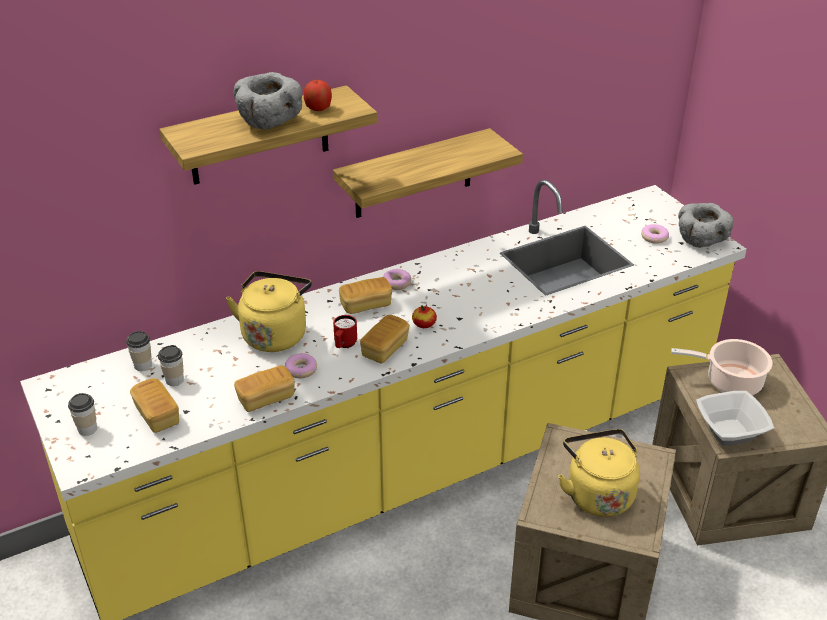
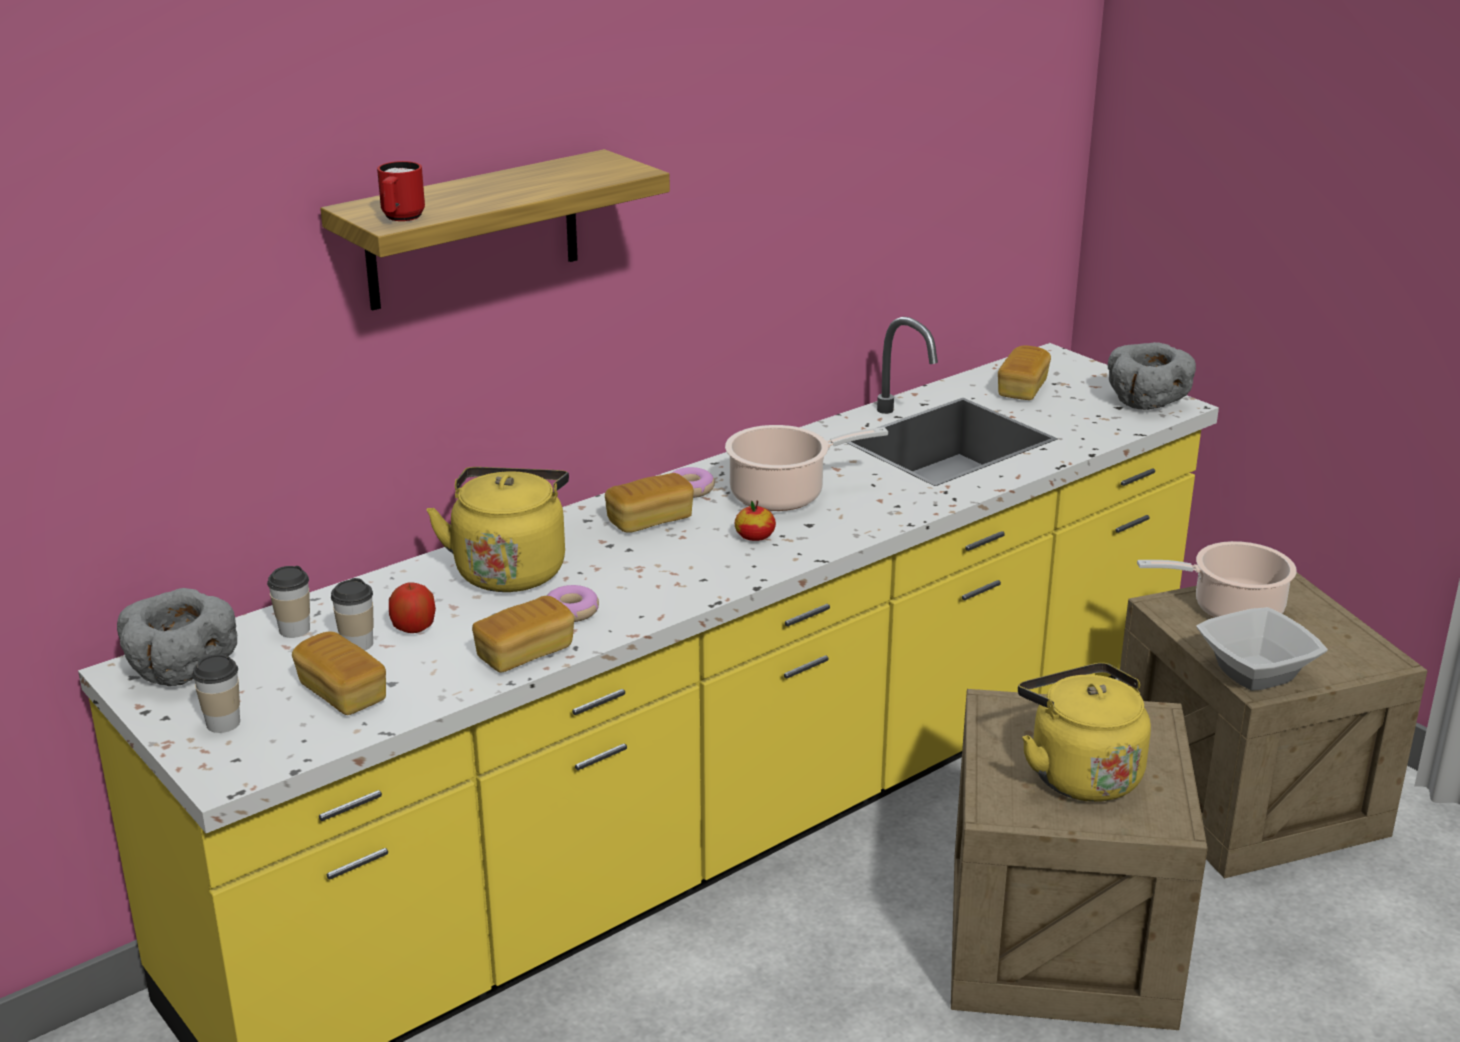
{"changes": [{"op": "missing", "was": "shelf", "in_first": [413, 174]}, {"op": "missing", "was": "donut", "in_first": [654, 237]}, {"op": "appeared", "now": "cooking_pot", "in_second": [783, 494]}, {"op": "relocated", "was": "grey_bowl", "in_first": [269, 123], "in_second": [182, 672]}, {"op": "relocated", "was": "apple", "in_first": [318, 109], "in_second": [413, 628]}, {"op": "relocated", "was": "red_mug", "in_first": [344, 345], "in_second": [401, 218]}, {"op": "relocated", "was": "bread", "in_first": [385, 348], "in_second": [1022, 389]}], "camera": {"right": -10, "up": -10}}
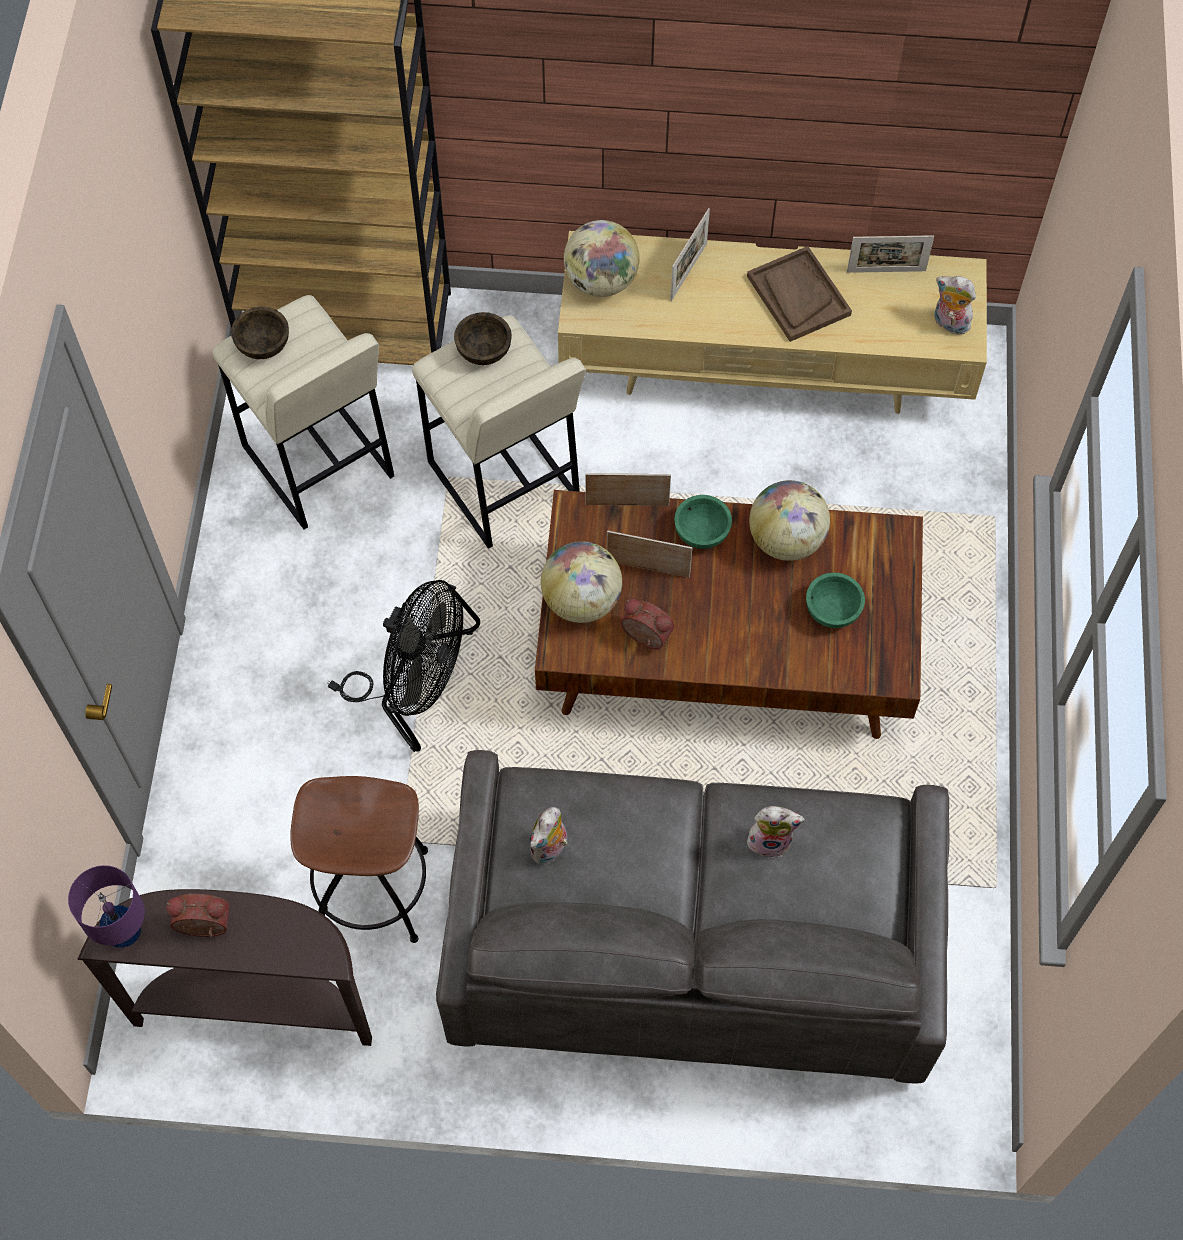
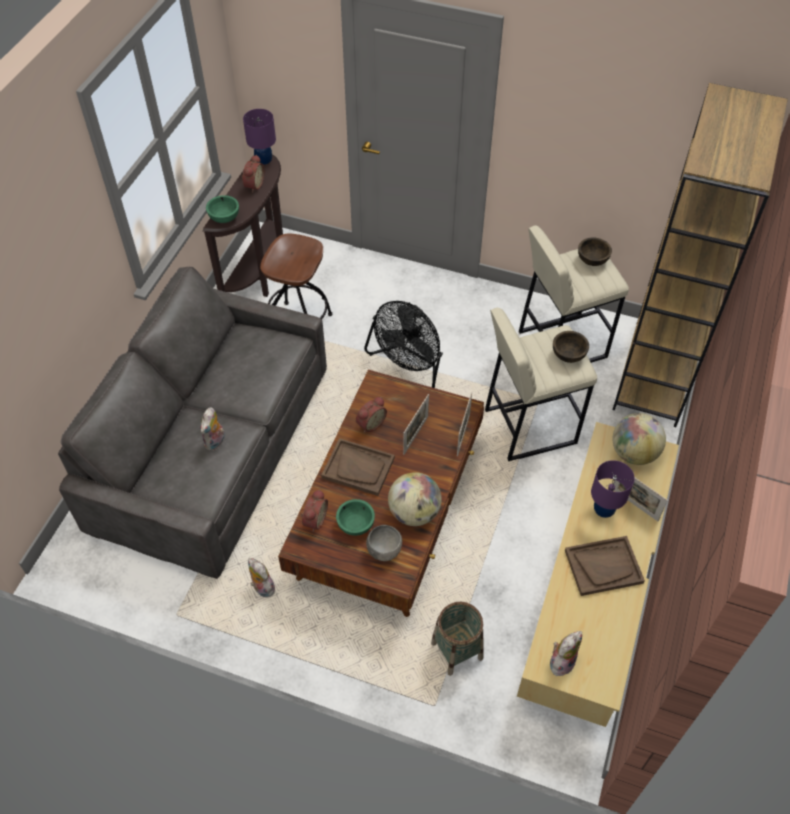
{"changes": [{"op": "missing", "was": "globe", "in_first": [581, 600]}, {"op": "missing", "was": "picture_frame", "in_first": [886, 271]}, {"op": "appeared", "now": "alarm_clock", "in_second": [314, 519]}, {"op": "appeared", "now": "brown_tray", "in_second": [358, 468]}, {"op": "appeared", "now": "grey_bowl", "in_second": [384, 551]}, {"op": "appeared", "now": "basket", "in_second": [456, 651]}, {"op": "appeared", "now": "purple_table_lamp", "in_second": [604, 511]}, {"op": "relocated", "was": "plush_toy", "in_first": [550, 849], "in_second": [262, 588]}, {"op": "relocated", "was": "green_bowl", "in_first": [702, 532], "in_second": [224, 217]}], "camera": {"right": 105, "up": -10}}
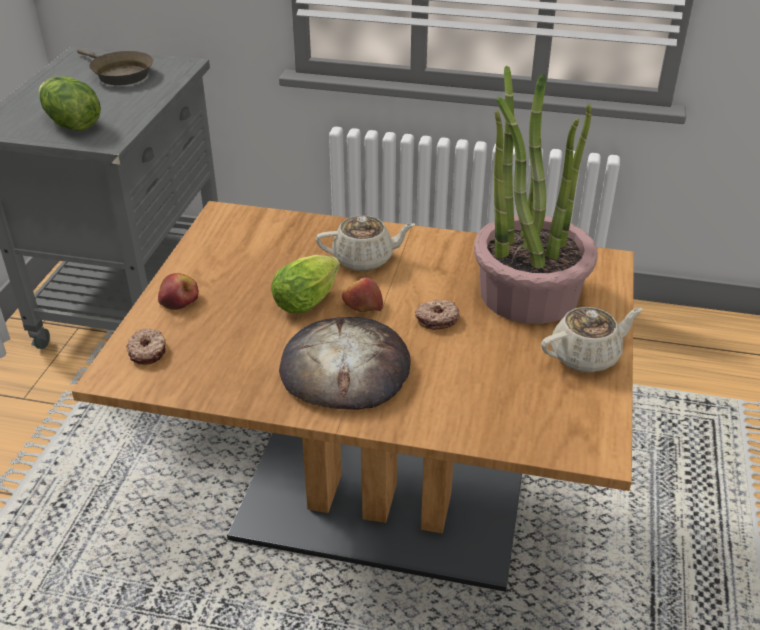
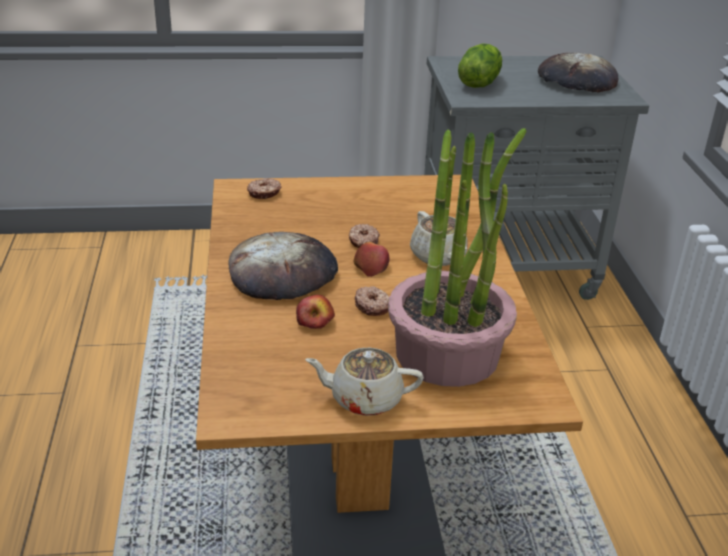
{"changes": [{"op": "relocated", "was": "apple", "in_first": [179, 300], "in_second": [315, 321]}, {"op": "exchanged", "was": "brown_frying_pan", "now": "bread", "in_first": [119, 74], "in_second": [576, 80]}, {"op": "exchanged", "was": "lettuce", "now": "donut", "in_first": [309, 299], "in_second": [363, 242]}, {"op": "spun", "was": "beige_teapot", "in_first": [586, 356], "in_second": [364, 399], "clockwise": 135}], "camera": {"right": 70, "up": -5}}
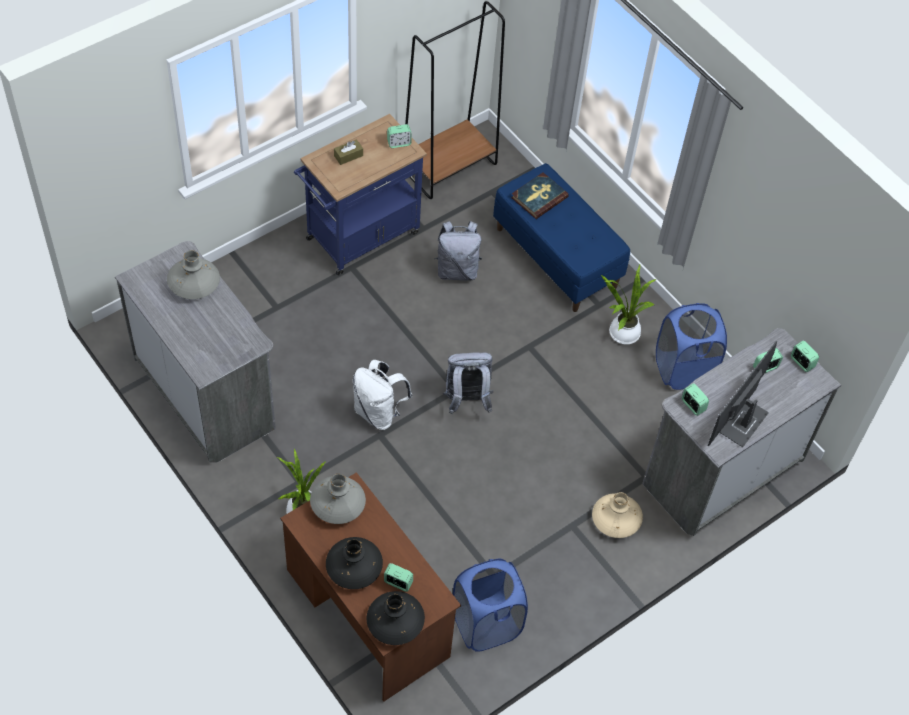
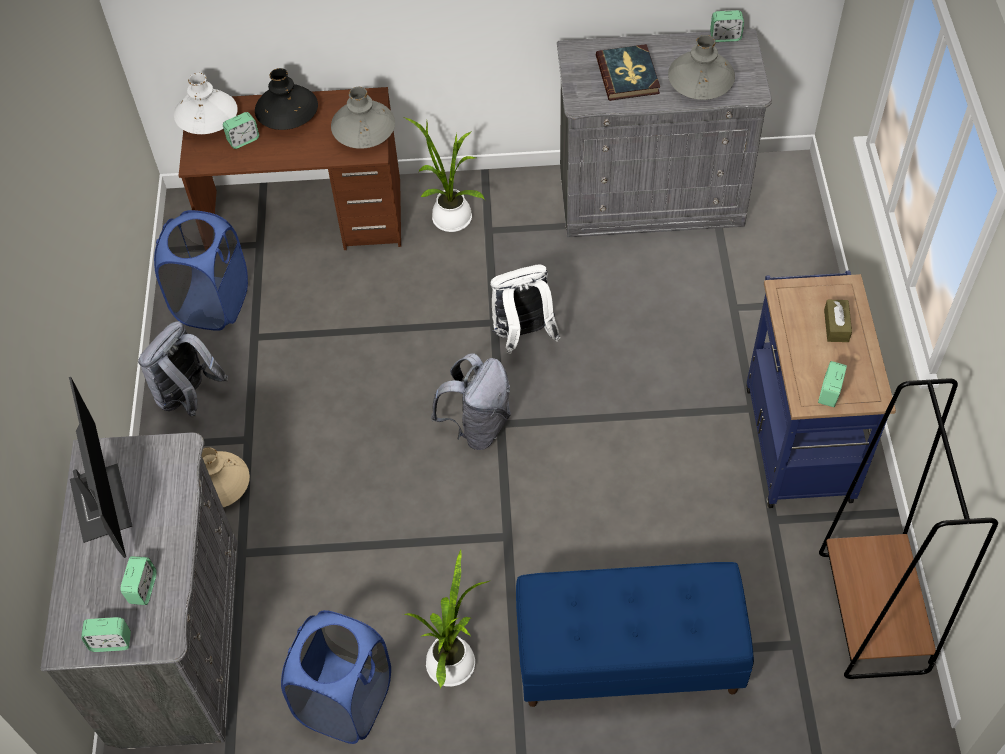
{"changes": [{"op": "relocated", "was": "grey_backpack", "in_first": [457, 270], "in_second": [189, 397]}, {"op": "relocated", "was": "book", "in_first": [539, 197], "in_second": [628, 75]}, {"op": "relocated", "was": "alarm_clock", "in_first": [693, 405], "in_second": [725, 37]}, {"op": "colour", "was": "black_vase", "now": "white_vase", "in_first": [395, 622], "in_second": [208, 120]}], "camera": {"right": 130, "up": 0}}
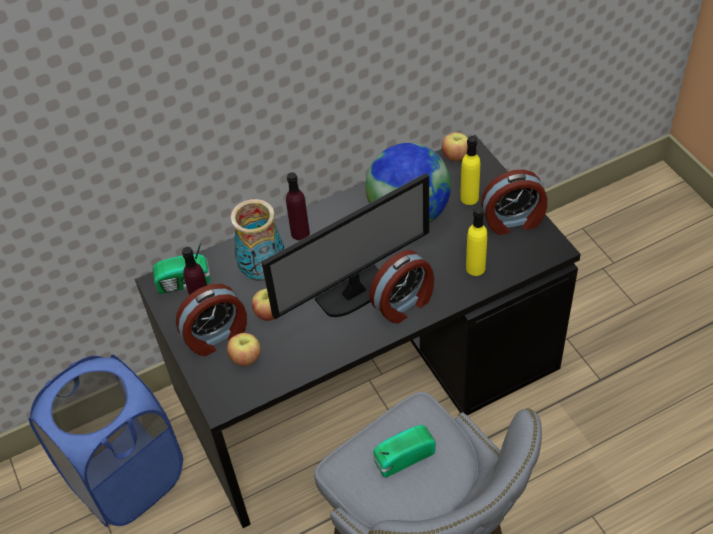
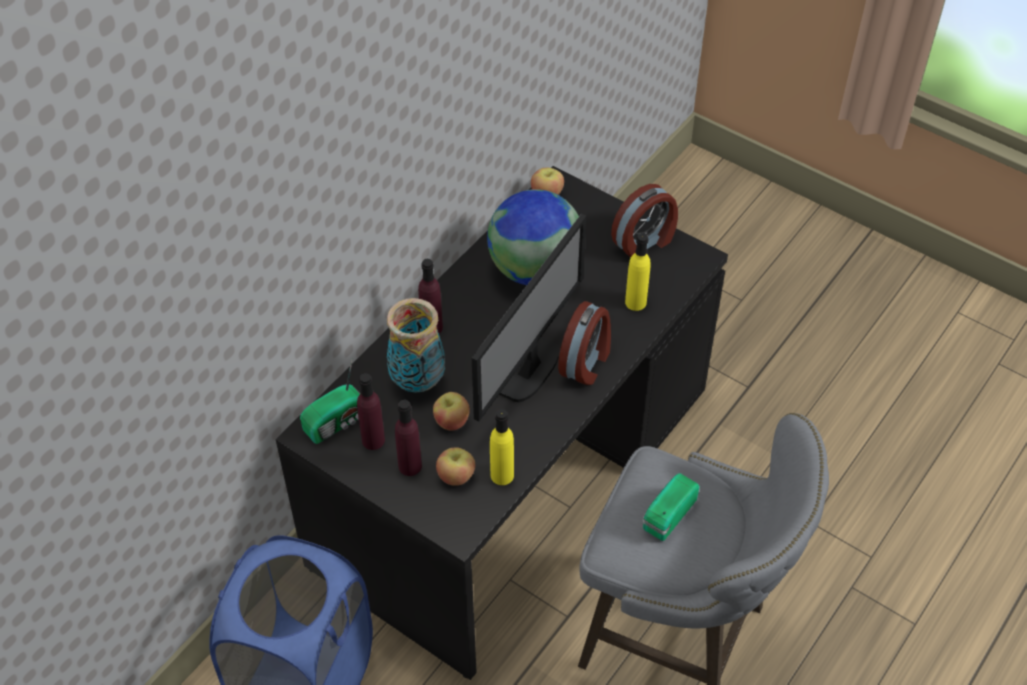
{"changes": [{"op": "relocated", "was": "yellow_bottle", "in_first": [469, 198], "in_second": [502, 475]}, {"op": "exchanged", "was": "alarm_clock", "now": "purple_bottle", "in_first": [217, 336], "in_second": [410, 466]}], "camera": {"right": -30, "up": 0}}
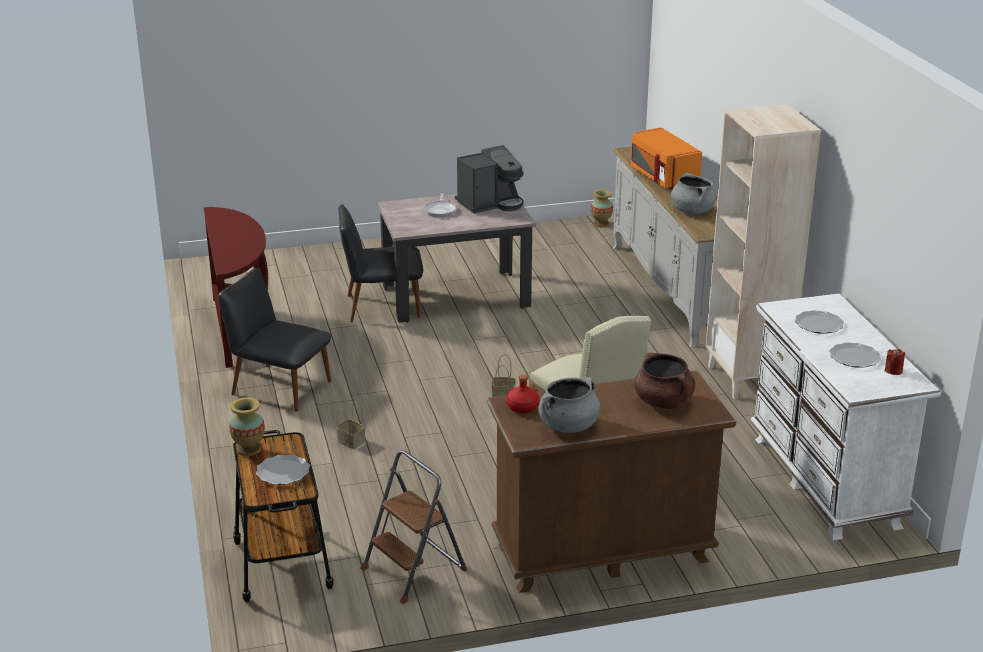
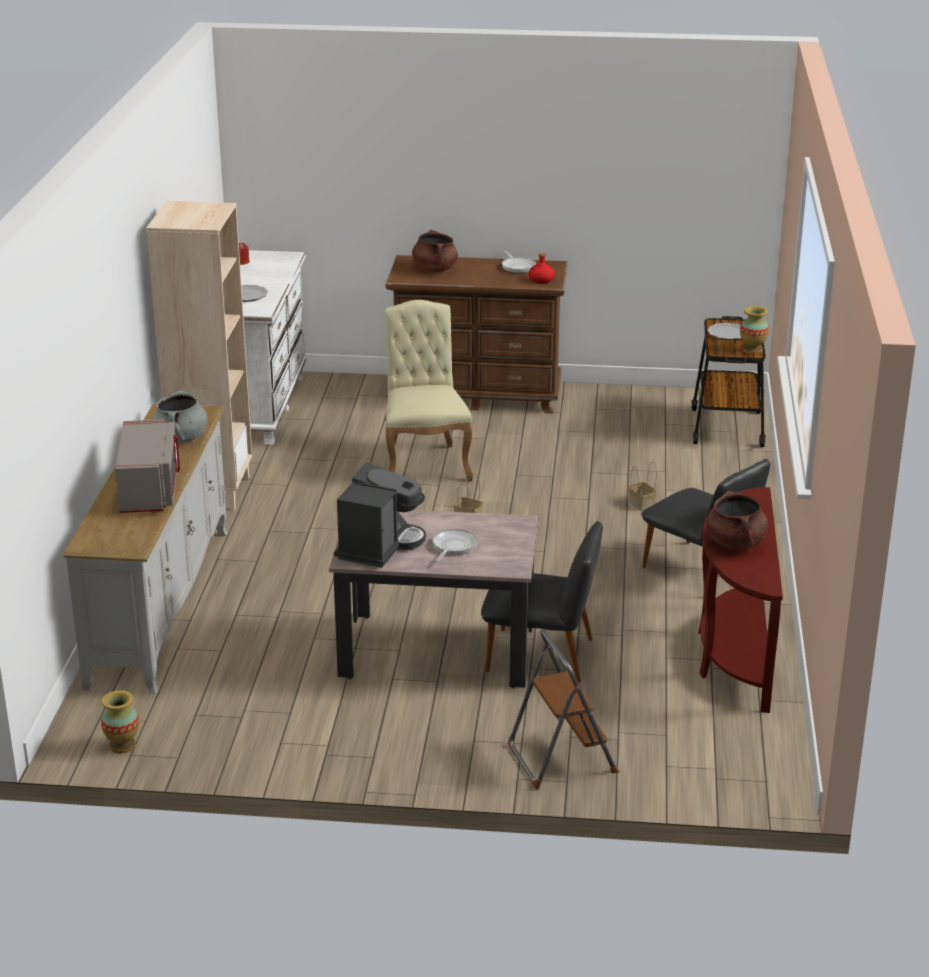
{"changes": [{"op": "missing", "was": "plate", "in_first": [855, 358]}, {"op": "appeared", "now": "brown_cooking_pot", "in_second": [736, 543]}, {"op": "relocated", "was": "brown_step_ladder", "in_first": [417, 568], "in_second": [557, 758]}, {"op": "exchanged", "was": "grey_cooking_pot", "now": "frying_pan", "in_first": [568, 426], "in_second": [517, 266]}, {"op": "colour", "was": "orange_microwave", "now": "grey_microwave", "in_first": [663, 178], "in_second": [150, 490]}, {"op": "spun", "was": "coffee_machine", "in_first": [491, 203], "in_second": [379, 546], "clockwise": 120}], "camera": {"right": -160, "up": 0}}
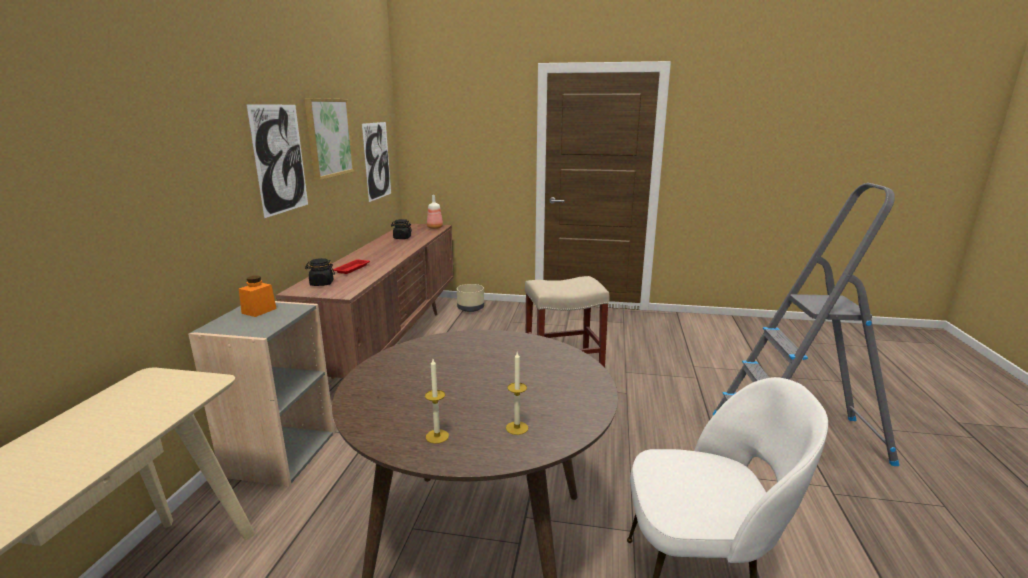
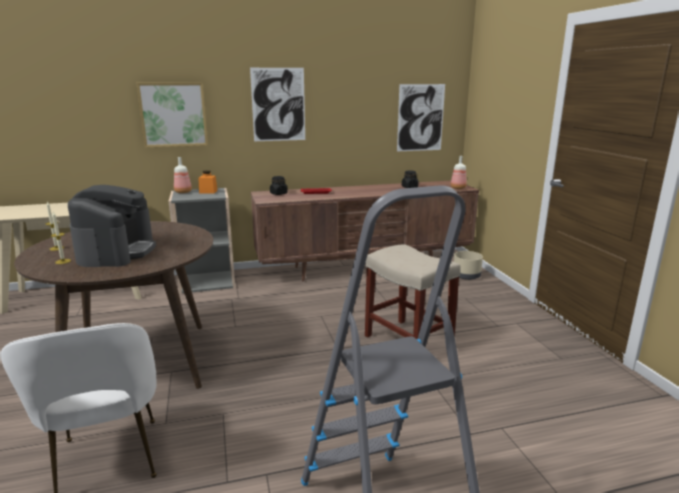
{"changes": [{"op": "appeared", "now": "coffee_machine", "in_second": [117, 252]}, {"op": "appeared", "now": "bottle", "in_second": [183, 192]}, {"op": "relocated", "was": "picture", "in_first": [329, 137], "in_second": [173, 115]}], "camera": {"right": 65, "up": 0}}
